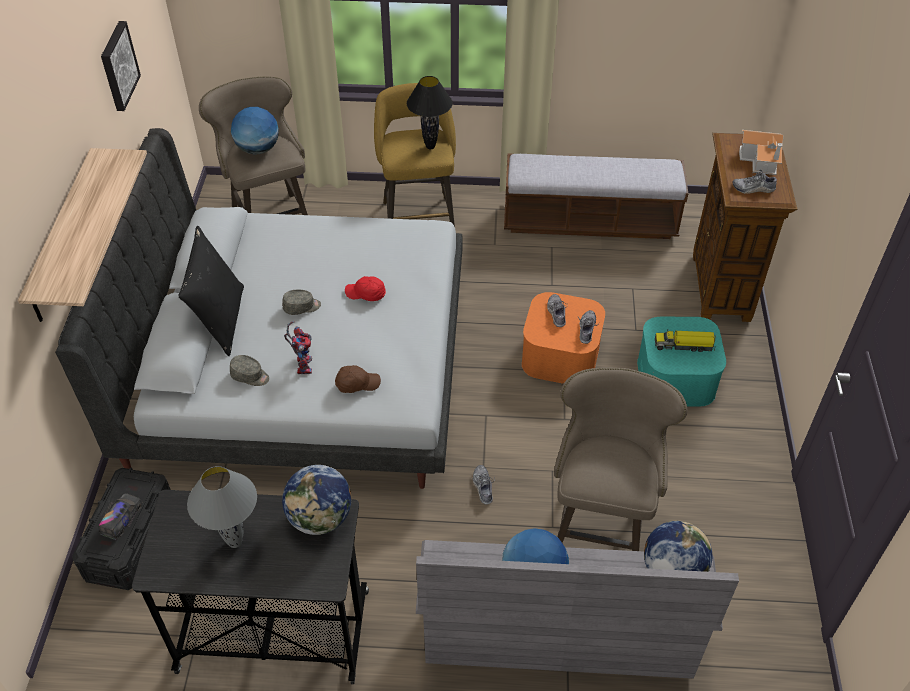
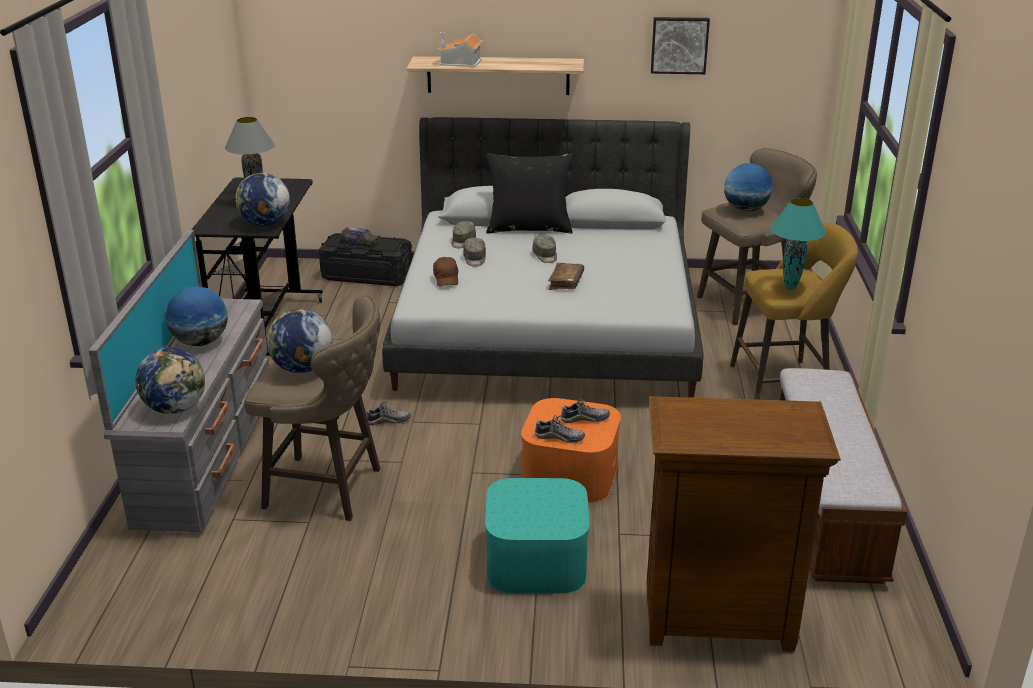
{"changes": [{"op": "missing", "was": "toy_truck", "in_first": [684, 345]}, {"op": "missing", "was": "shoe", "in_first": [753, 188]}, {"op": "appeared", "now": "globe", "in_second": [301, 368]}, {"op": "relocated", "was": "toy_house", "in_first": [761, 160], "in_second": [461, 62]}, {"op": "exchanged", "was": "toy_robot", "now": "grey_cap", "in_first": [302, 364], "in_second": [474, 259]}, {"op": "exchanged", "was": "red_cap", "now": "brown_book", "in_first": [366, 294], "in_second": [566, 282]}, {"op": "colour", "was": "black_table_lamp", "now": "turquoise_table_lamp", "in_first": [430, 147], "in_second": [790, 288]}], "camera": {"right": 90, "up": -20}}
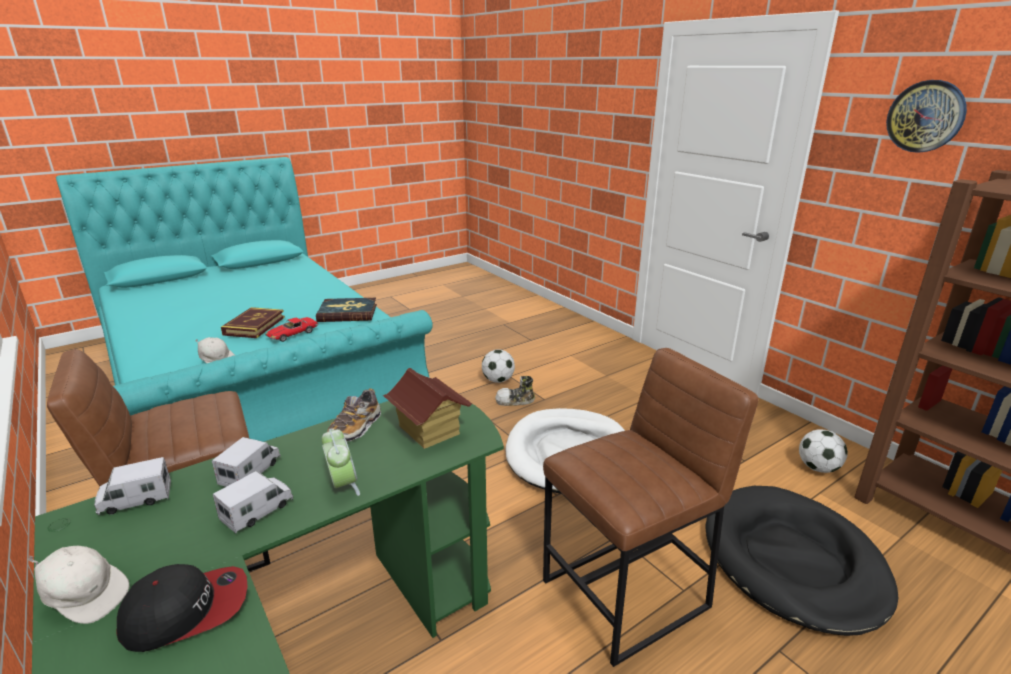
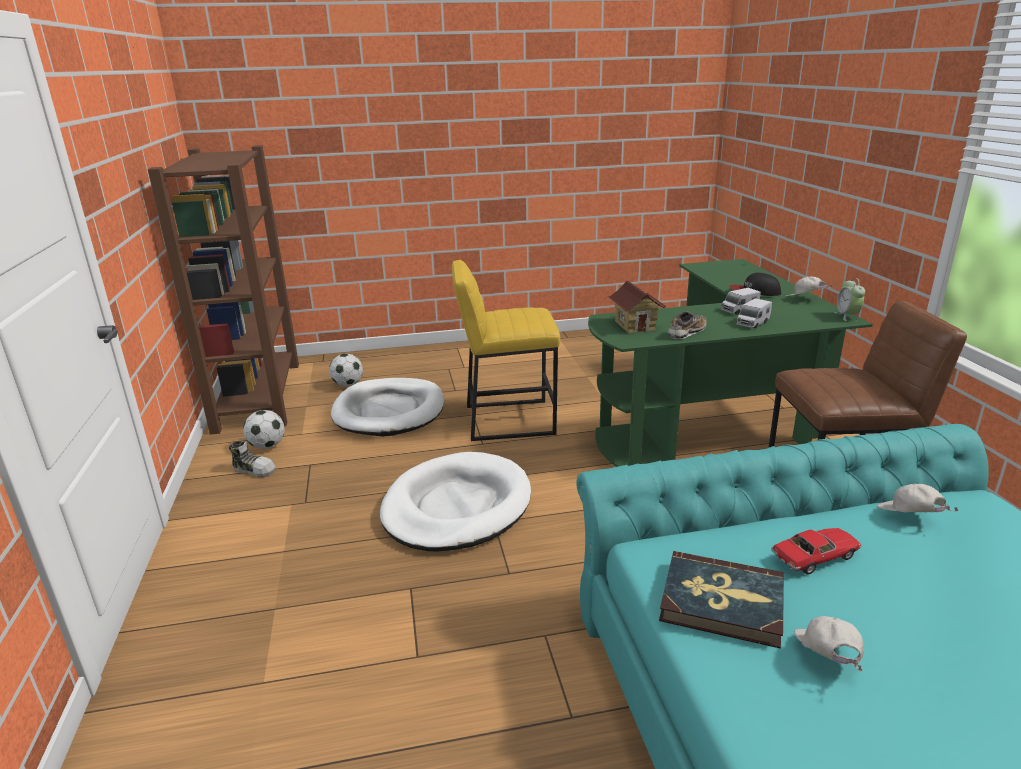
{"changes": [{"op": "missing", "was": "toy_truck", "in_first": [136, 499]}, {"op": "missing", "was": "book", "in_first": [254, 326]}, {"op": "missing", "was": "wall_clock", "in_first": [925, 116]}, {"op": "appeared", "now": "white_cap", "in_second": [826, 659]}, {"op": "relocated", "was": "alarm_clock", "in_first": [343, 485], "in_second": [847, 316]}, {"op": "relocated", "was": "football", "in_first": [498, 380], "in_second": [348, 385]}, {"op": "relocated", "was": "shoe", "in_first": [515, 401], "in_second": [254, 469]}, {"op": "colour", "was": "brown_chair", "now": "yellow_chair", "in_first": [627, 592], "in_second": [507, 420]}, {"op": "colour", "was": "black_dog_bed", "now": "white_dog_bed", "in_first": [792, 561], "in_second": [389, 411]}], "camera": {"right": -155, "up": 0}}
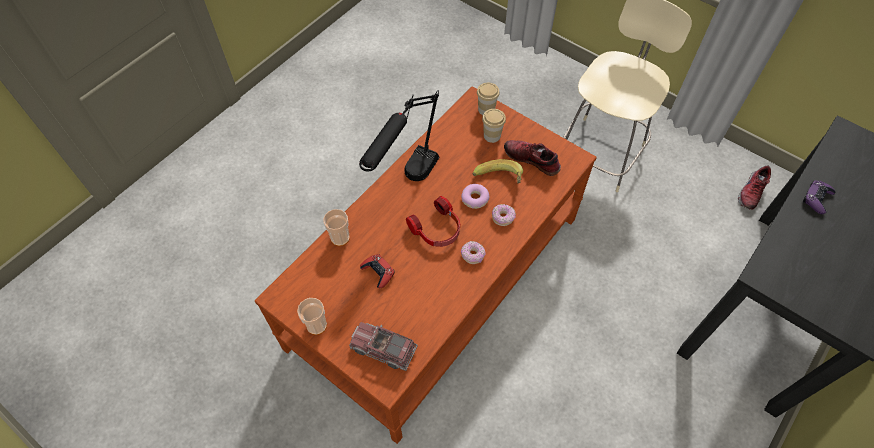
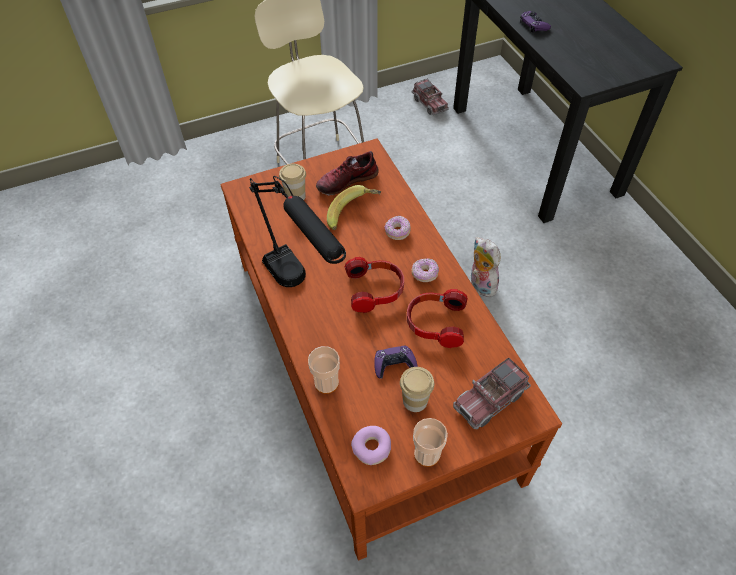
{"changes": [{"op": "appeared", "now": "headphones", "in_second": [435, 323]}, {"op": "appeared", "now": "plush_toy", "in_second": [480, 284]}, {"op": "relocated", "was": "donut", "in_first": [475, 199], "in_second": [372, 448]}, {"op": "relocated", "was": "cup", "in_first": [486, 109], "in_second": [415, 400]}, {"op": "exchanged", "was": "shoe", "now": "toy_truck", "in_first": [750, 192], "in_second": [429, 103]}, {"op": "colour", "was": "red_game_controller", "now": "purple_game_controller", "in_first": [378, 272], "in_second": [394, 364]}], "camera": {"right": -60, "up": -5}}
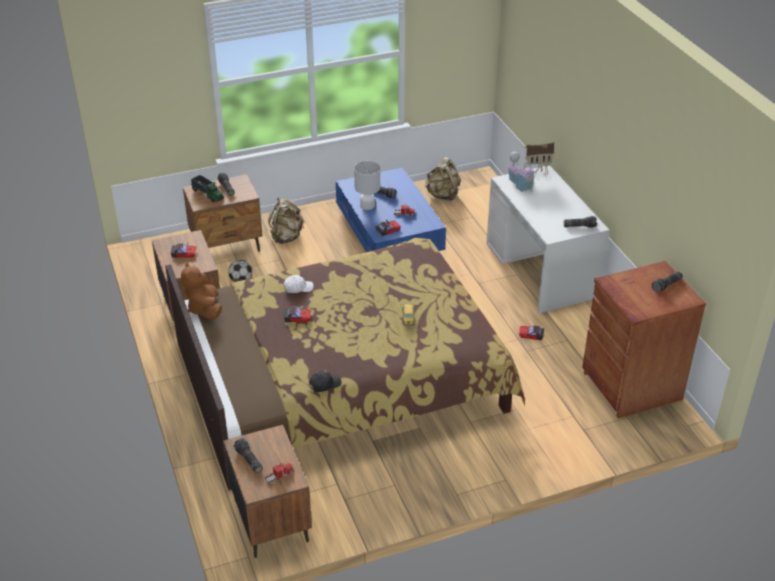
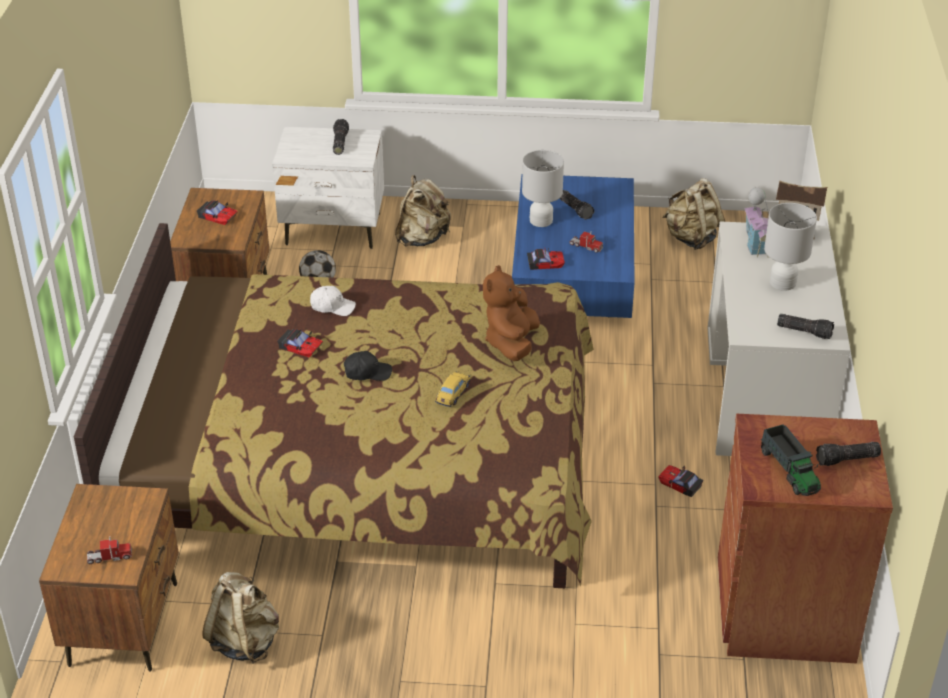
{"changes": [{"op": "missing", "was": "flashlight", "in_first": [248, 460]}, {"op": "appeared", "now": "beige_backpack", "in_second": [245, 641]}, {"op": "appeared", "now": "grey_table_lamp", "in_second": [782, 282]}, {"op": "relocated", "was": "brown_plush_toy", "in_first": [205, 309], "in_second": [511, 343]}, {"op": "relocated", "was": "toy_truck", "in_first": [208, 194], "in_second": [789, 470]}, {"op": "relocated", "was": "black_cap", "in_first": [324, 384], "in_second": [367, 372]}, {"op": "colour", "was": "brown_nightstand", "now": "white_nightstand", "in_first": [227, 246], "in_second": [333, 229]}], "camera": {"right": 25, "up": 0}}
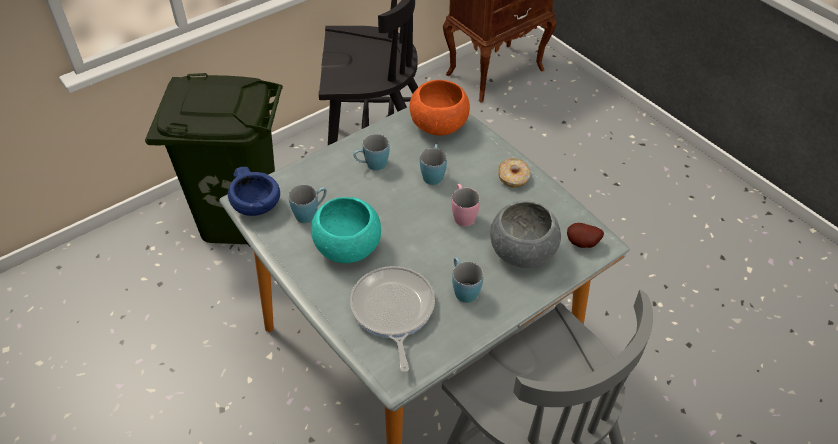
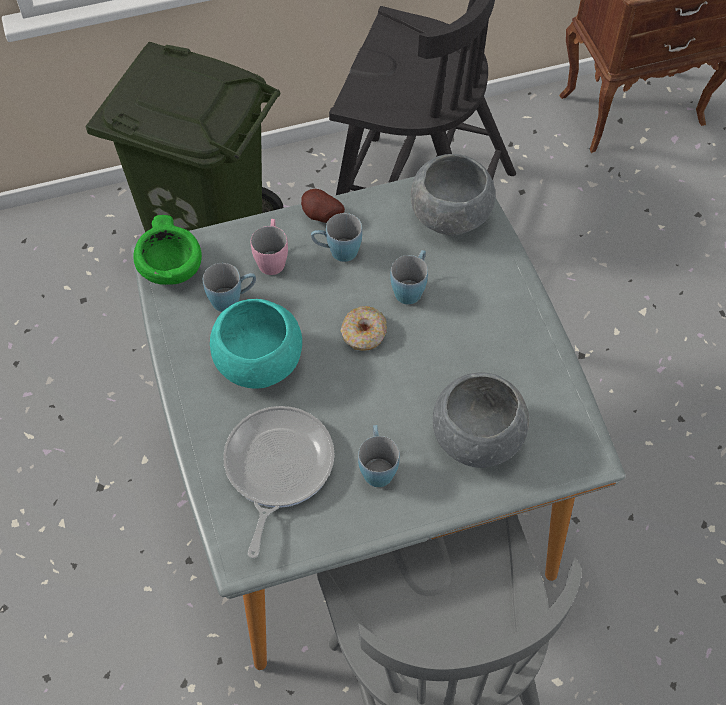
{"changes": [{"op": "relocated", "was": "pink_mug", "in_first": [462, 214], "in_second": [272, 258]}, {"op": "relocated", "was": "donut", "in_first": [513, 177], "in_second": [364, 334]}, {"op": "relocated", "was": "potato", "in_first": [582, 244], "in_second": [321, 217]}, {"op": "colour", "was": "blue_bowl", "now": "green_bowl", "in_first": [257, 205], "in_second": [172, 269]}, {"op": "colour", "was": "orange_bowl", "now": "grey_bowl", "in_first": [439, 125], "in_second": [451, 215]}], "camera": {"right": 20, "up": 10}}
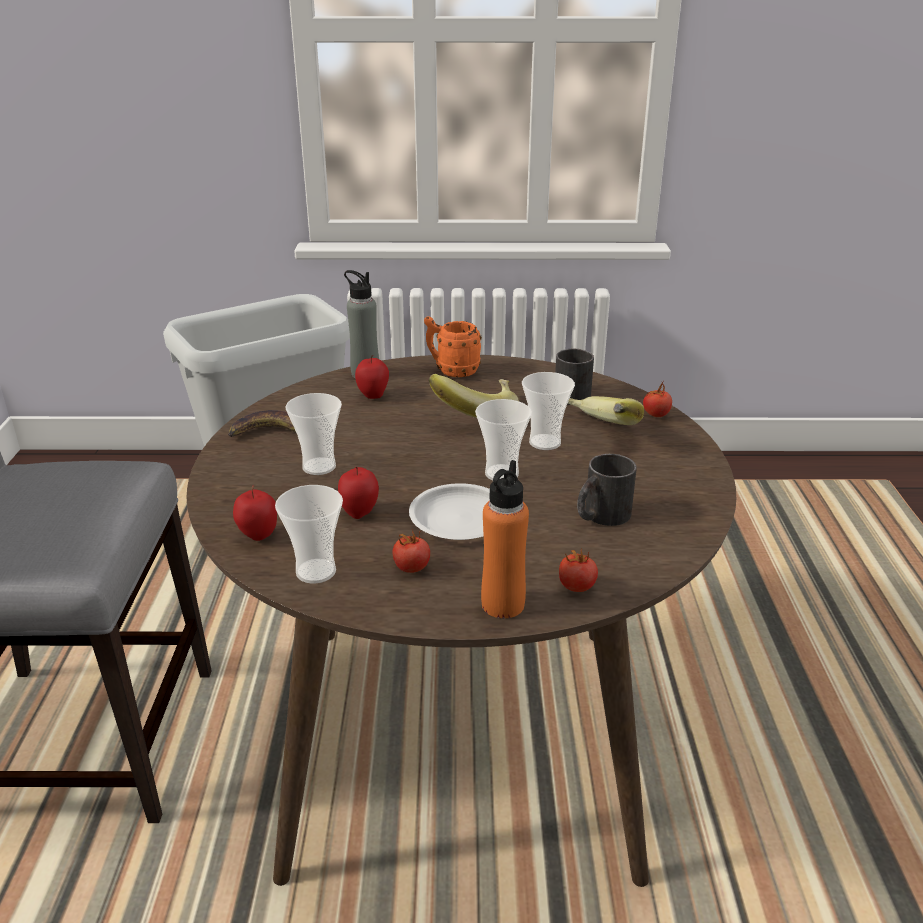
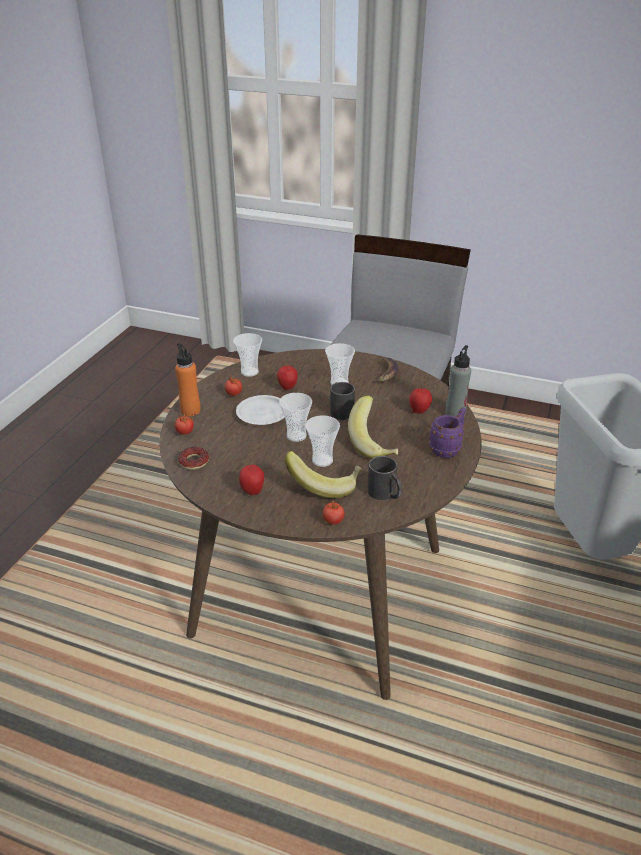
{"changes": [{"op": "appeared", "now": "donut", "in_second": [194, 461]}, {"op": "relocated", "was": "apple", "in_first": [258, 536], "in_second": [252, 491]}, {"op": "relocated", "was": "black_mug", "in_first": [600, 516], "in_second": [340, 410]}, {"op": "colour", "was": "orange_mug", "now": "purple_mug", "in_first": [451, 370], "in_second": [447, 448]}], "camera": {"right": 110, "up": 5}}
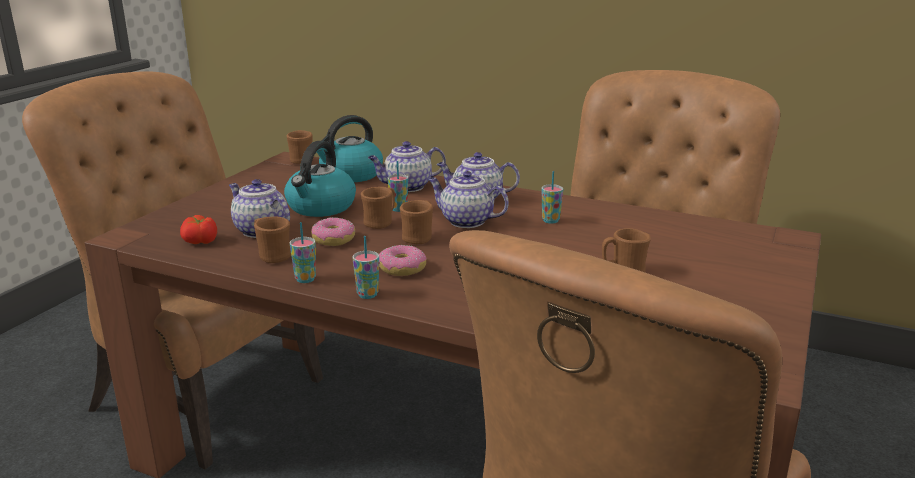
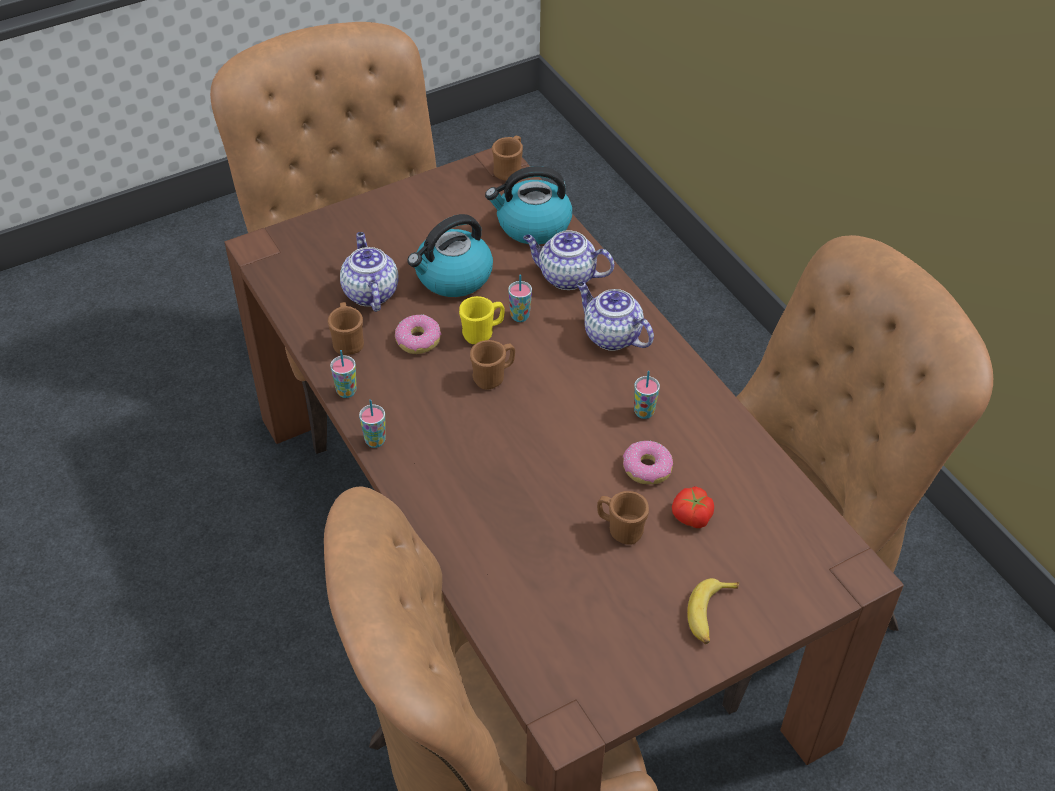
{"changes": [{"op": "missing", "was": "teapot", "in_first": [465, 221]}, {"op": "appeared", "now": "banana", "in_second": [710, 615]}, {"op": "relocated", "was": "tomato", "in_first": [200, 241], "in_second": [691, 516]}, {"op": "relocated", "was": "donut", "in_first": [402, 269], "in_second": [646, 468]}, {"op": "colour", "was": "brown_mug", "now": "yellow_mug", "in_first": [381, 223], "in_second": [482, 333]}], "camera": {"right": 35, "up": 25}}
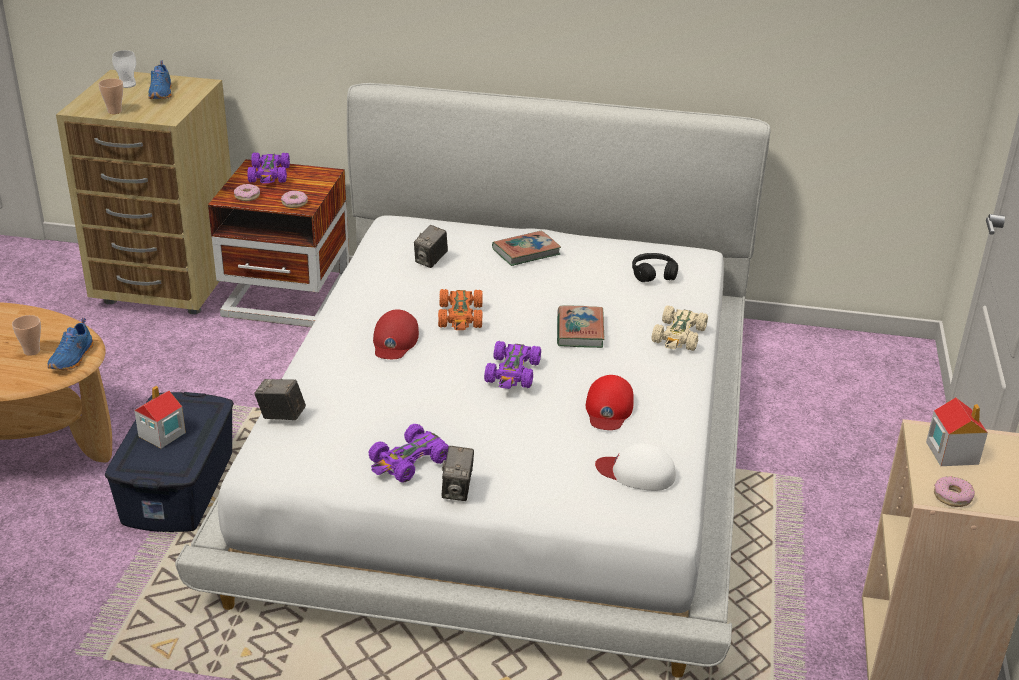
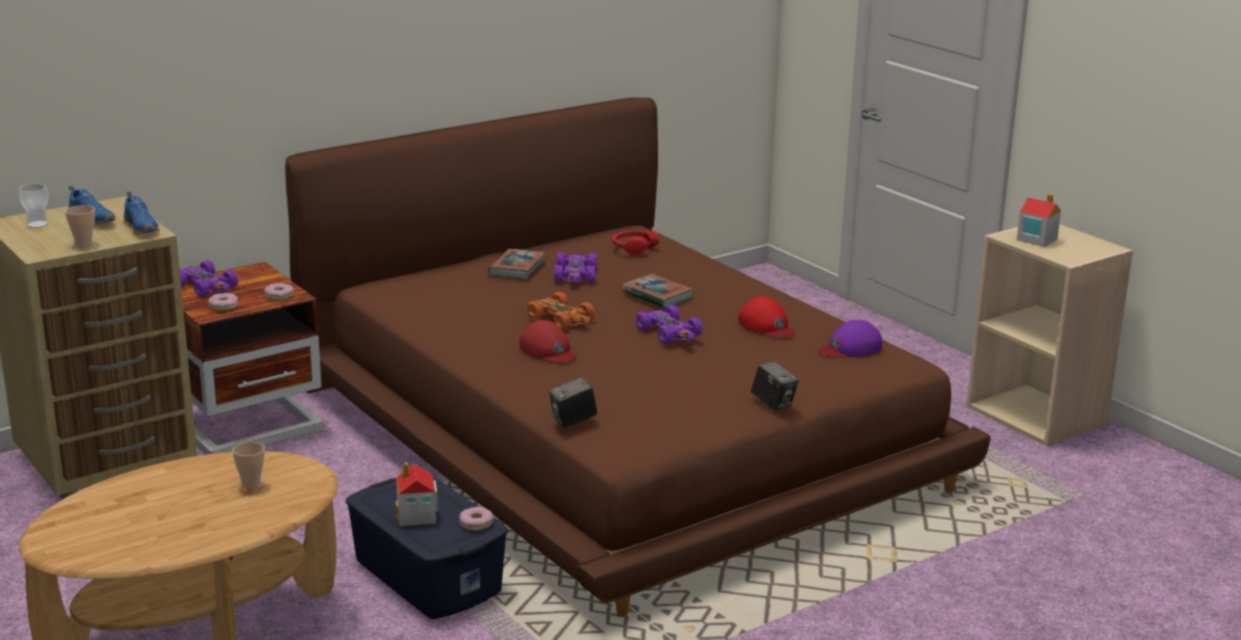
{"changes": [{"op": "missing", "was": "photo_camera", "in_first": [431, 261]}, {"op": "missing", "was": "beige_toy_car", "in_first": [679, 336]}, {"op": "relocated", "was": "blue_shoe", "in_first": [73, 358], "in_second": [142, 228]}, {"op": "relocated", "was": "purple_toy_car", "in_first": [409, 462], "in_second": [576, 275]}, {"op": "relocated", "was": "donut", "in_first": [952, 496], "in_second": [476, 524]}, {"op": "colour", "was": "white_bed", "now": "brown_bed", "in_first": [506, 444], "in_second": [618, 433]}, {"op": "colour", "was": "white_cap", "now": "purple_cap", "in_first": [636, 472], "in_second": [850, 348]}, {"op": "colour", "was": "black_headphones", "now": "red_headphones", "in_first": [653, 274], "in_second": [633, 248]}], "camera": {"right": -45, "up": -10}}
